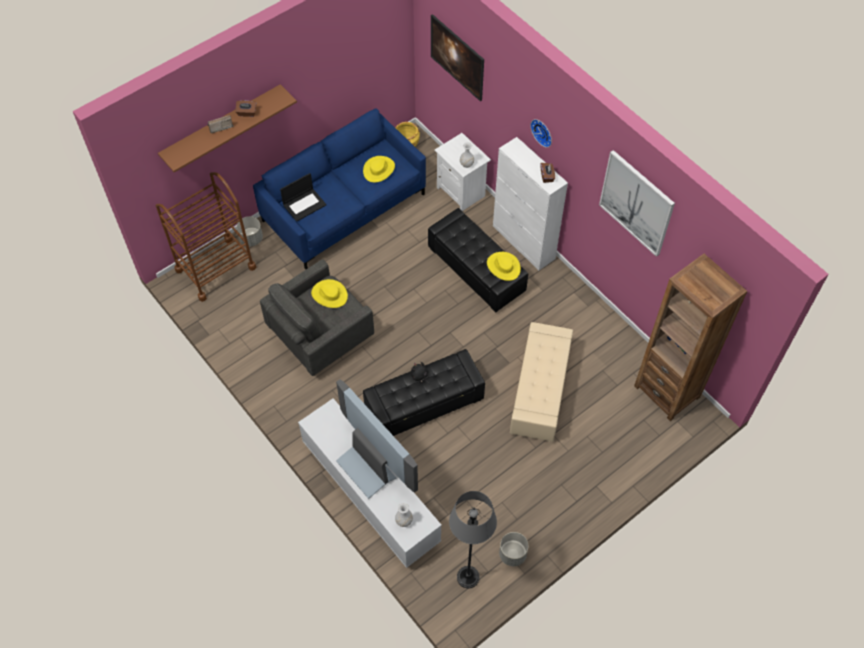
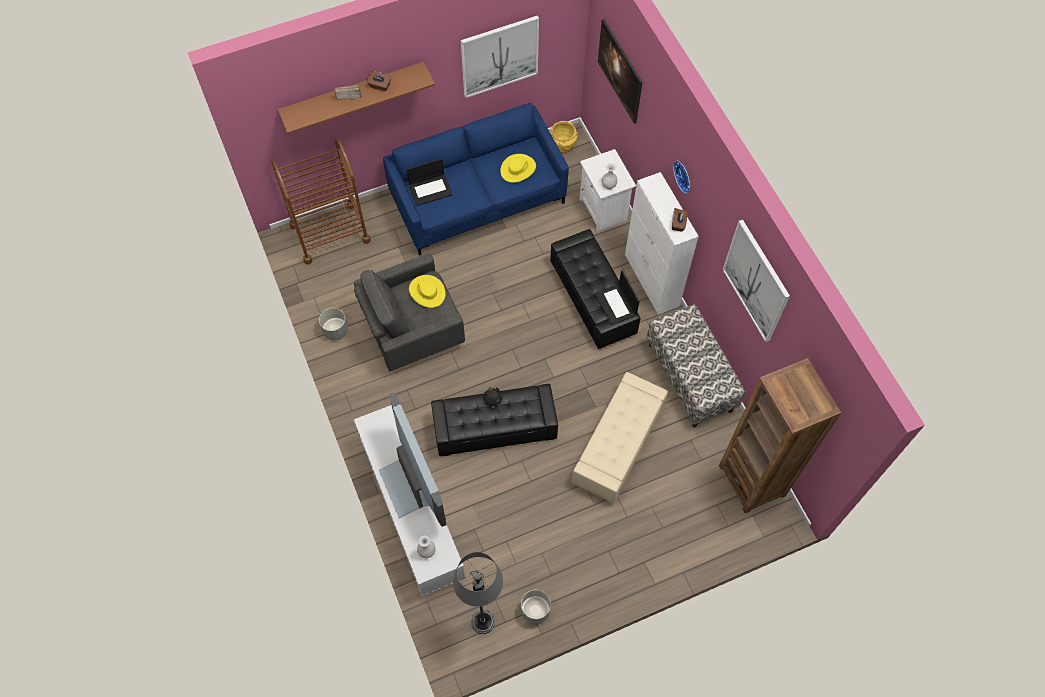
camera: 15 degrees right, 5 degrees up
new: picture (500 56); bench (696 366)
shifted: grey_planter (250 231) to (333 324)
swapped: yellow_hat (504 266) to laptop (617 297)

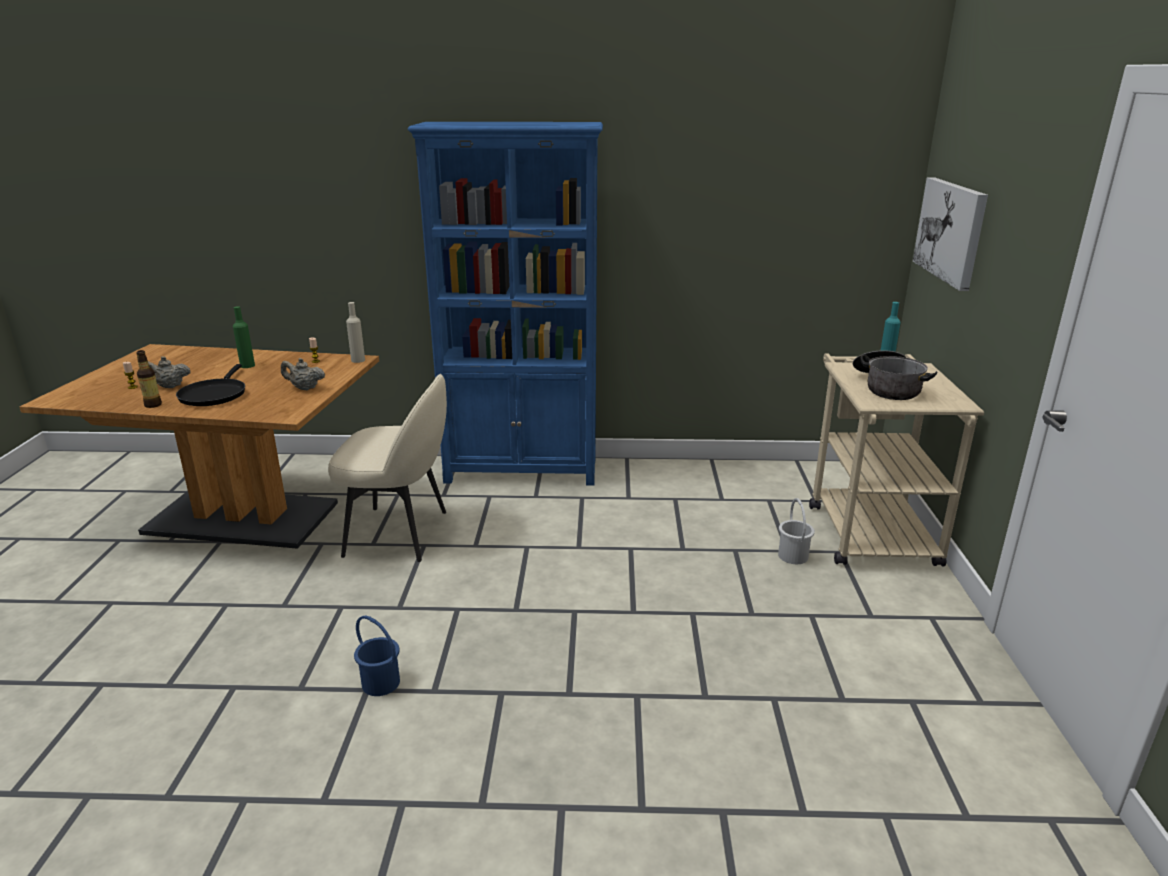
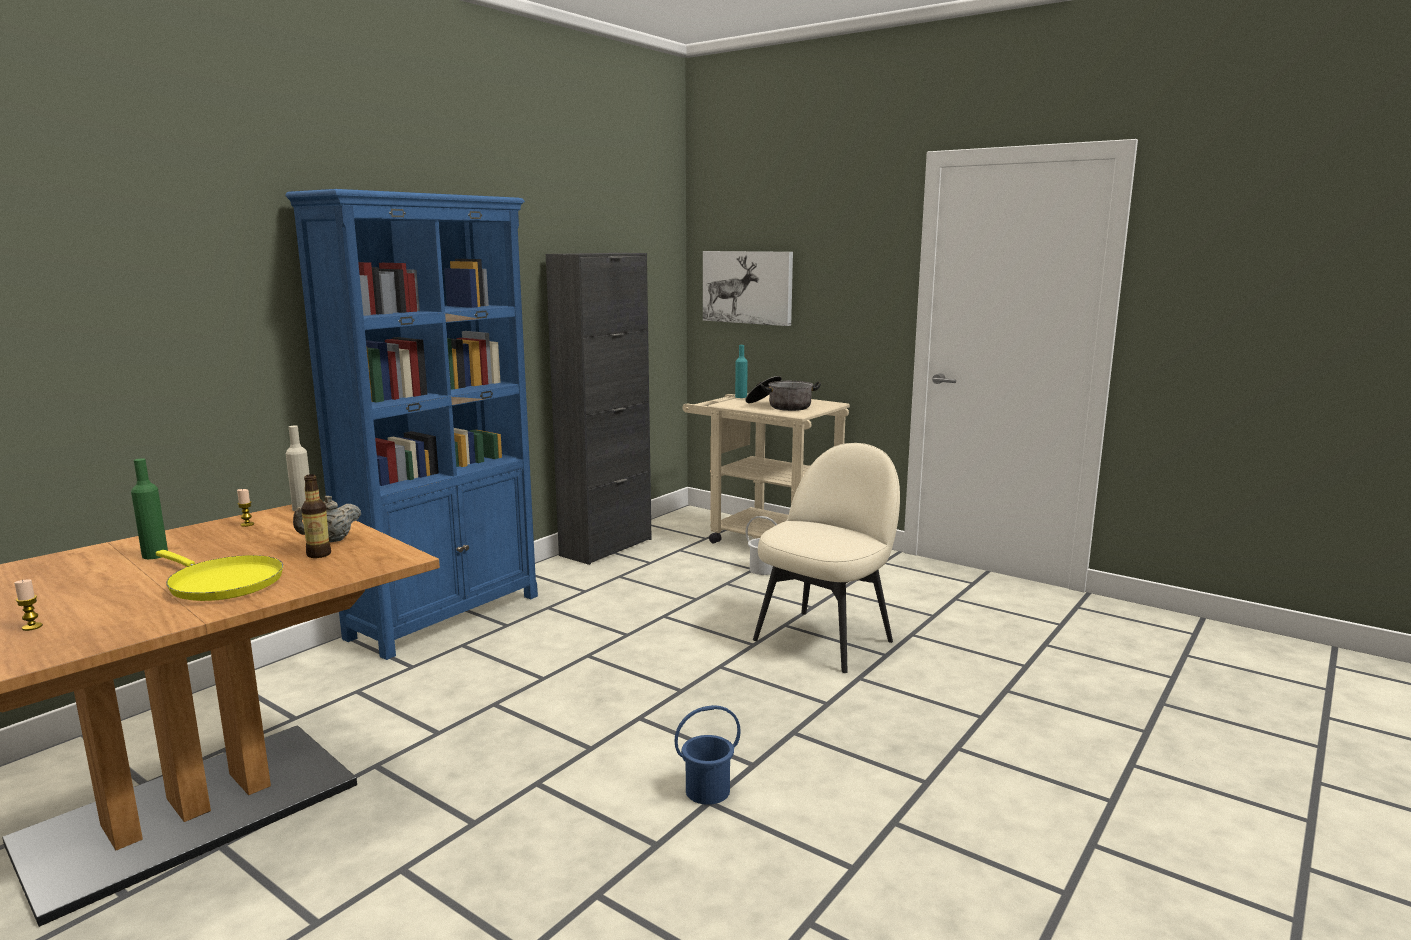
camera: 55 degrees left, 10 degrees down
gone: beige_teapot (169 372)
new: black_cabinet (599 409)
shifted: bottle (149 379) to (316 516); beige_chair (387 468) to (826 558)
repainted: black_frying_pan (210 385) to yellow_frying_pan (219 575)

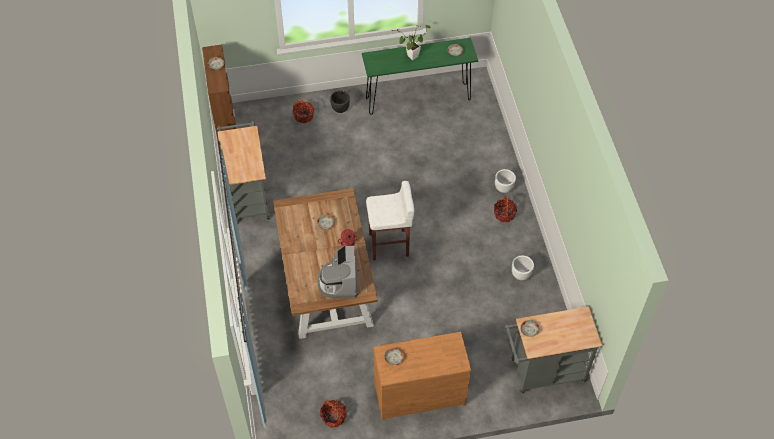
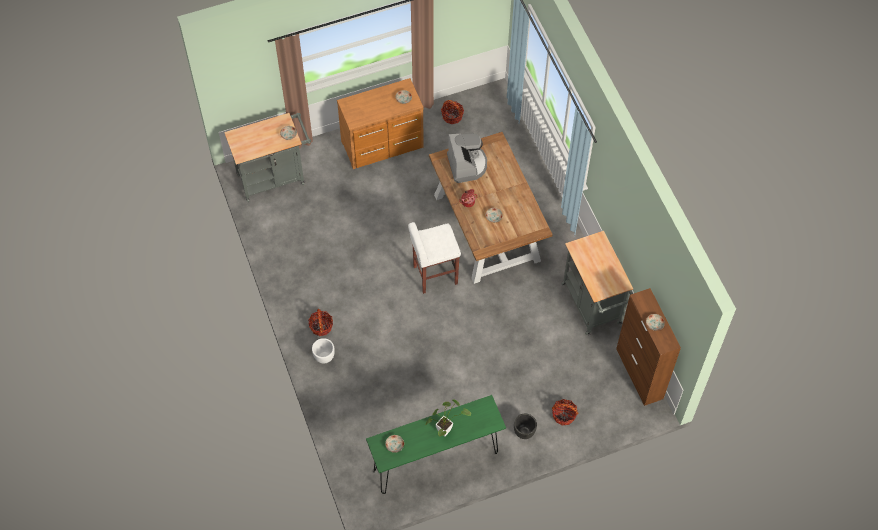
camera: 170 degrees right, 5 degrees up
gone: white_planter (523 268)

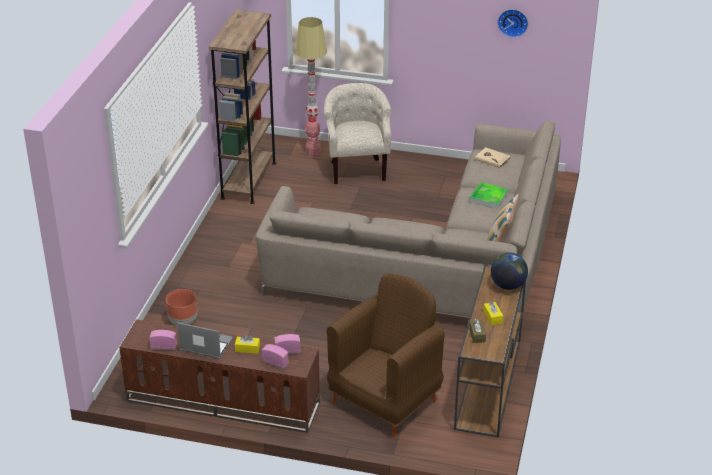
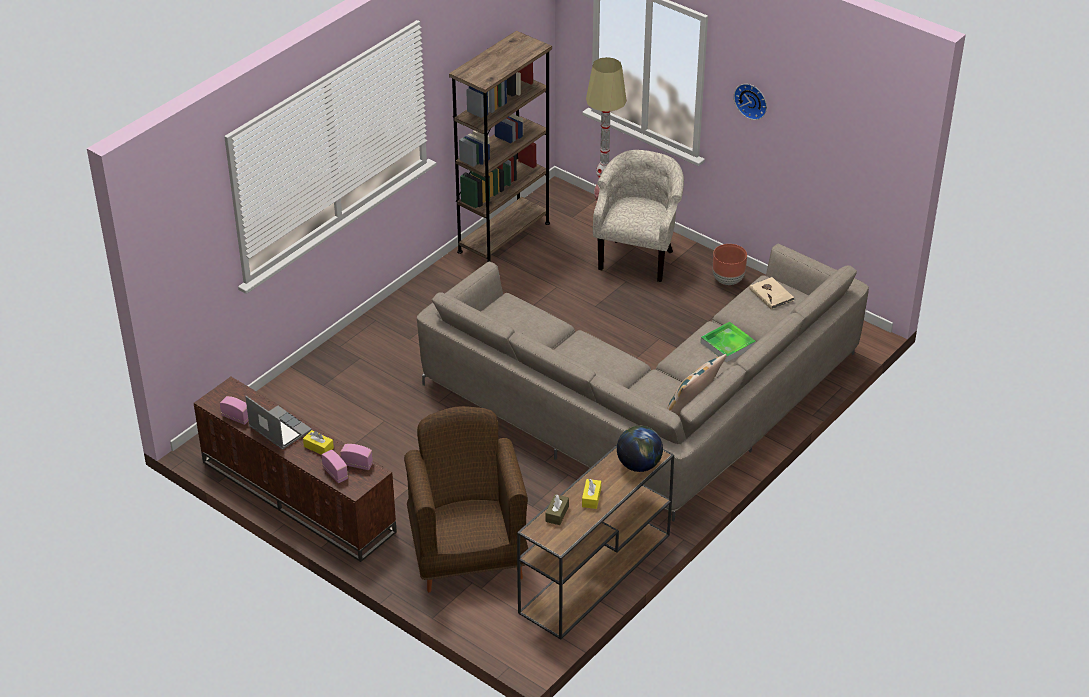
camera: 25 degrees right, 5 degrees up
shifted: brown_planter (181 307) to (730 264); wall_clock (512 23) to (750 102)
rotated: brown_armchair (386 355) = (466 499) 75 degrees counterclockwise

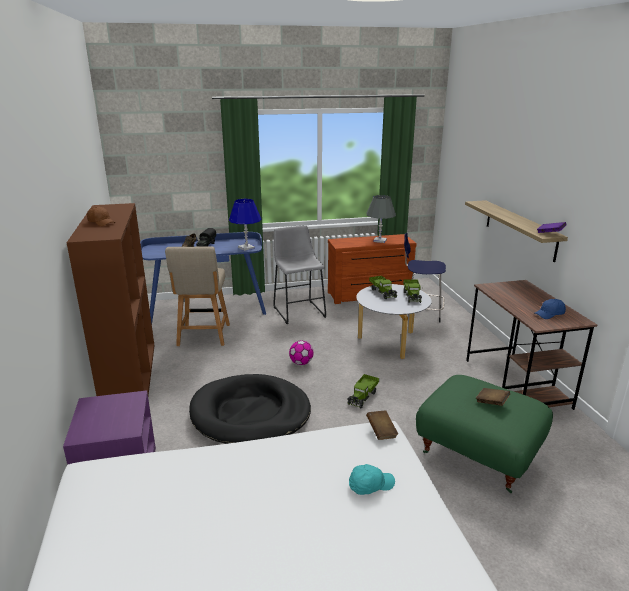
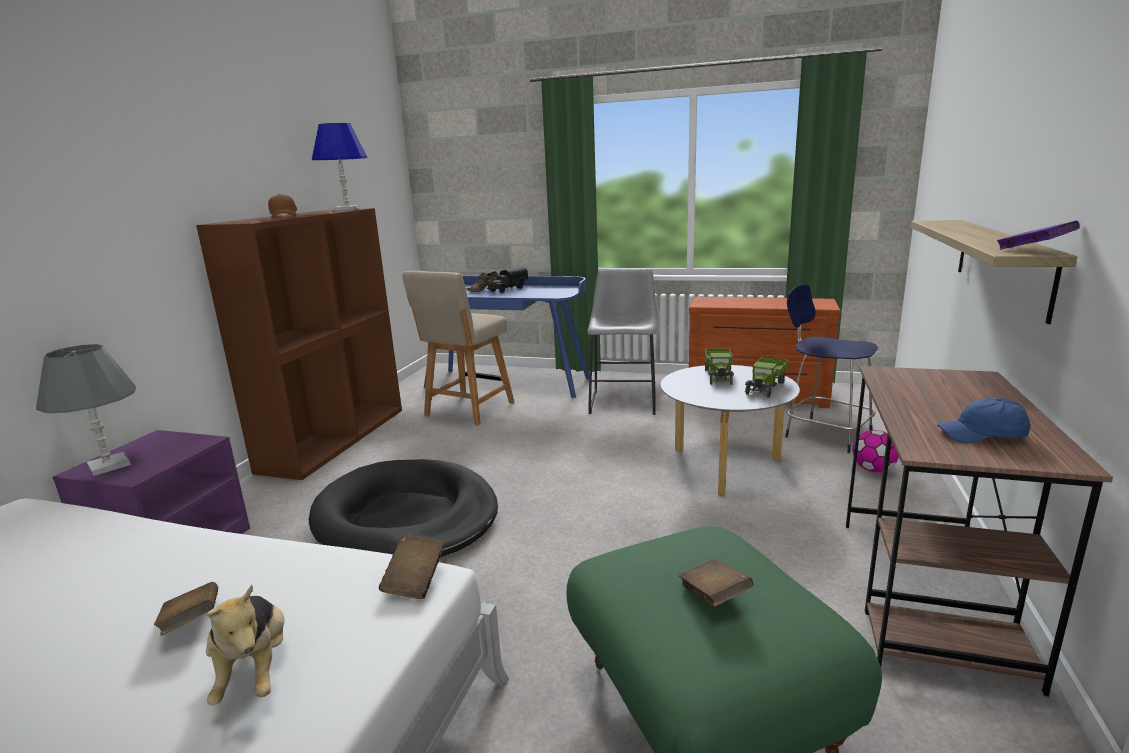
camera: 30 degrees right, 5 degrees down
gone: toy_truck (363 391)
new: brown_book (186 608)
shifted: grey_table_lamp (381 219) to (86 410); blue_table_lamp (245 225) to (339 167); football (301 353) to (875 451)
swapped: turquoise_cap (372 479) to plush_toy (245 645)

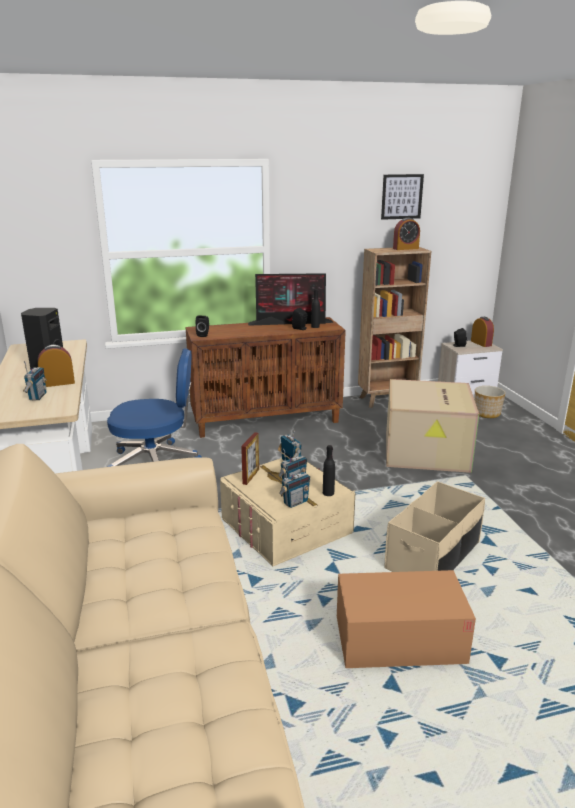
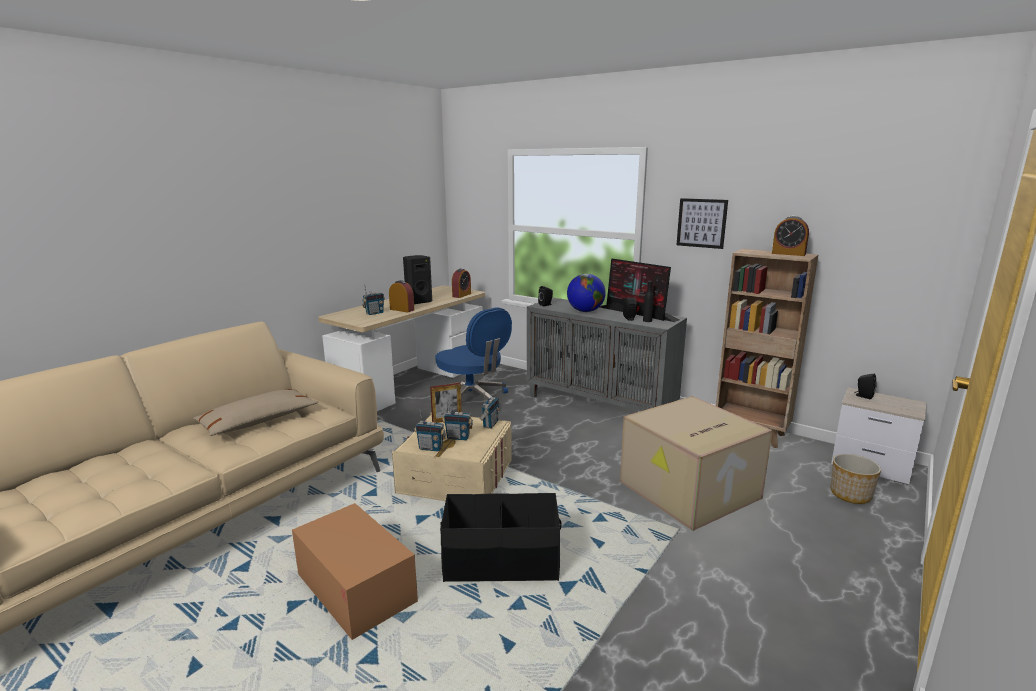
camera: 50 degrees right, 5 degrees down
gone: black_bottle (329 470)
new: beige_pillow (255 412); globe (586 293)
shifted: alarm_clock (482 332) to (461 283); picture (402 197) to (702 223)
repainted: beige_storage_box (434 526) to black_storage_box (501 537); brown_cabinet (266 377) to grey_cabinet (607 354)

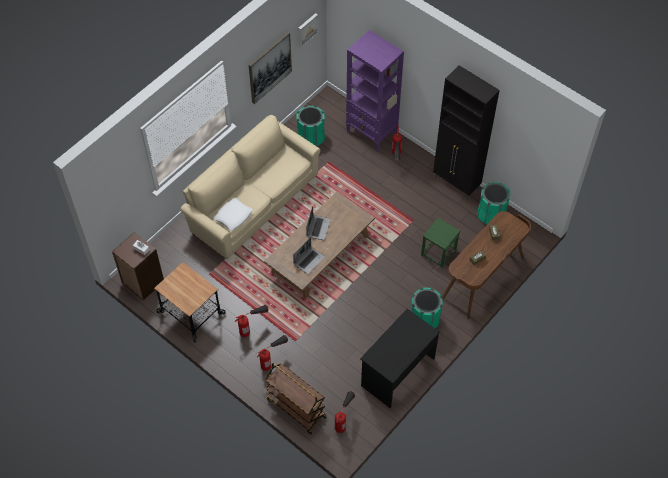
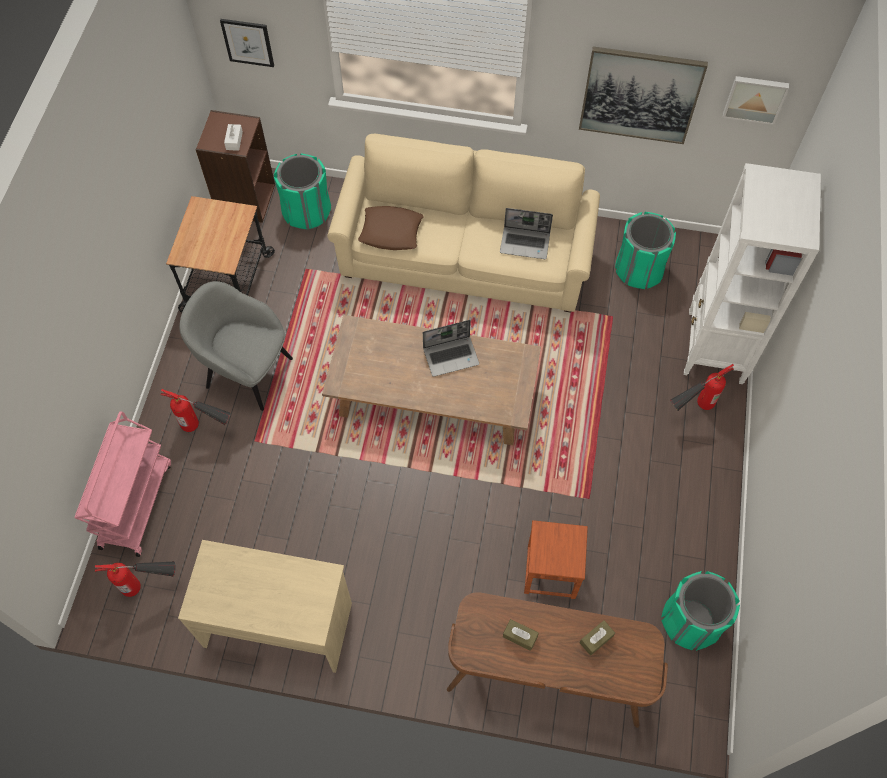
camera: 60 degrees right, 5 degrees up
gone: black_cabinet (466 132)
new: picture (247 43)
shifted: green_trash_can (427 308) to (302 191); laptop (309 255) to (526 233)
swapped: fire_extinguisher (251 321) to grey_armchair (236 346)
repainted: brown_cart (296 398) to pink_cart (123 484); black_desk (399 358) to beige_desk (265 606); white_pillow (233 214) to brown_pillow (391 228); green_stool (440 243) to brown_stool (556 559); purple_bookcase (375 91) to white_bookcase (752 273)

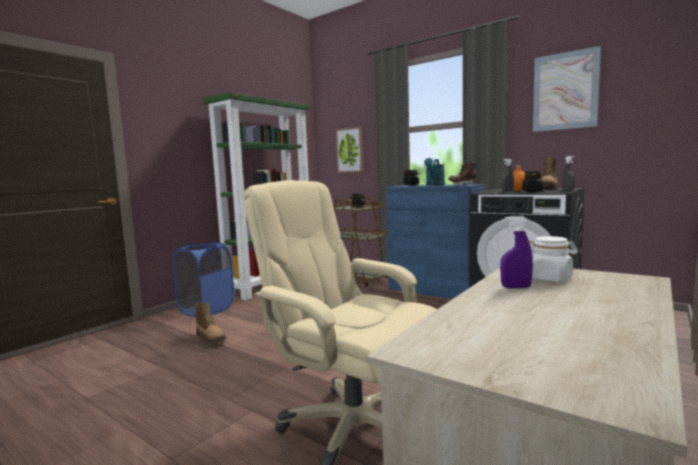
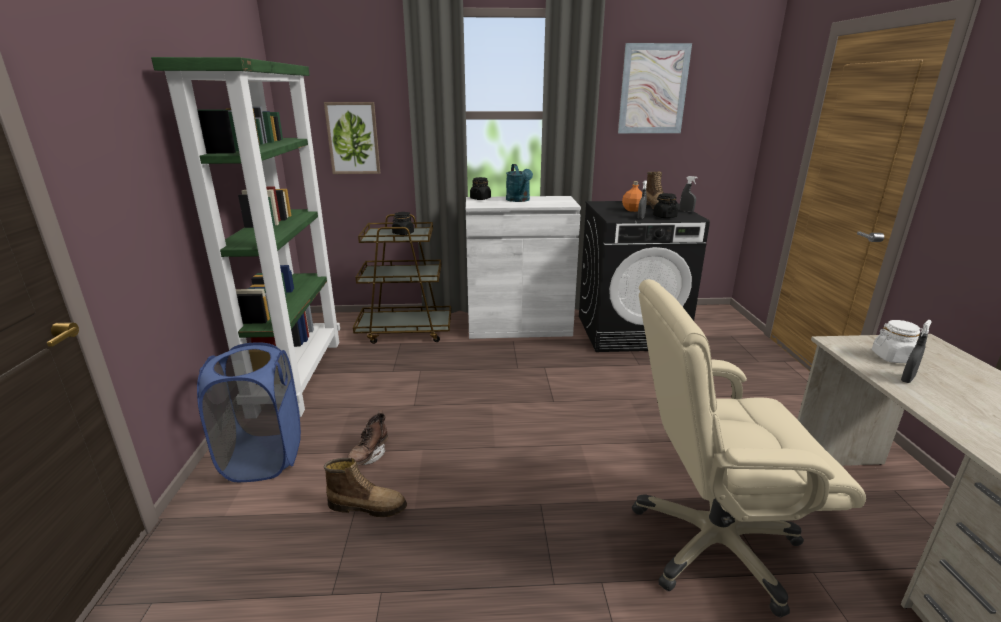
camera: 40 degrees left, 15 degrees up
shifted: brown_boot (463 173) to (367 437)
repainted: blue_cabinet (435 241) to white_cabinet (523 267); purple_spray_bottle (516 252) to grey_spray_bottle (916 351)

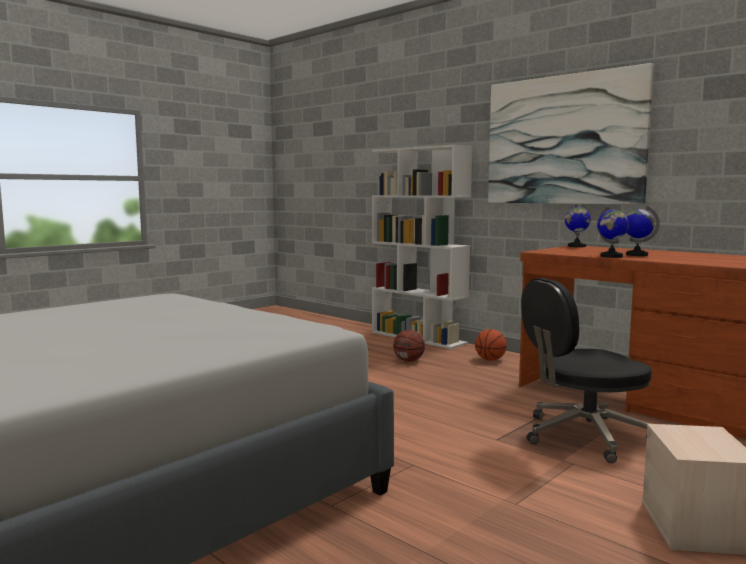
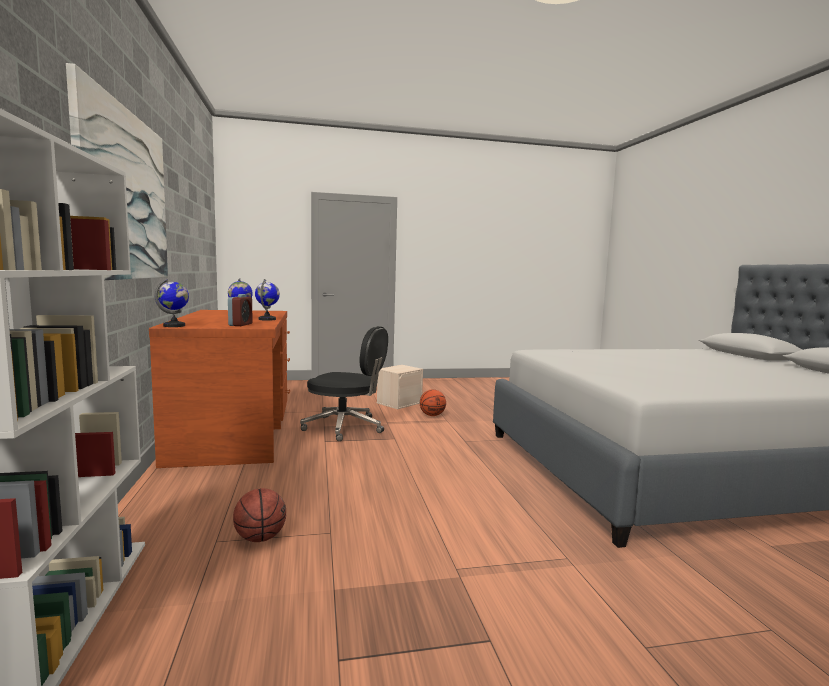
camera: 145 degrees left, 0 degrees up
new: alarm_clock (240 310)
shifted: basketball (491 345) to (433 402)

